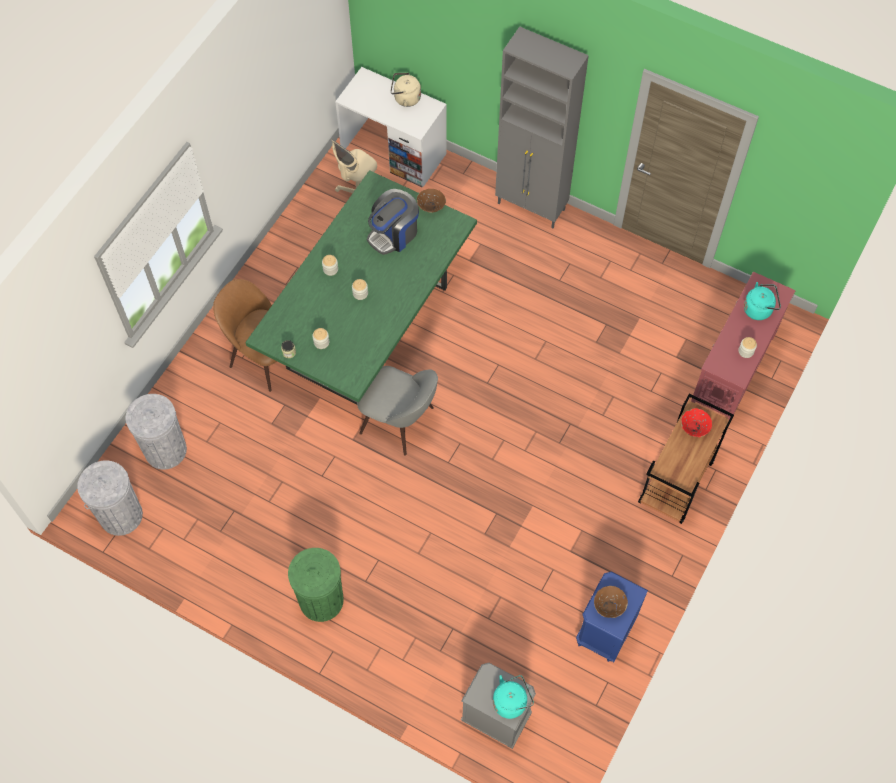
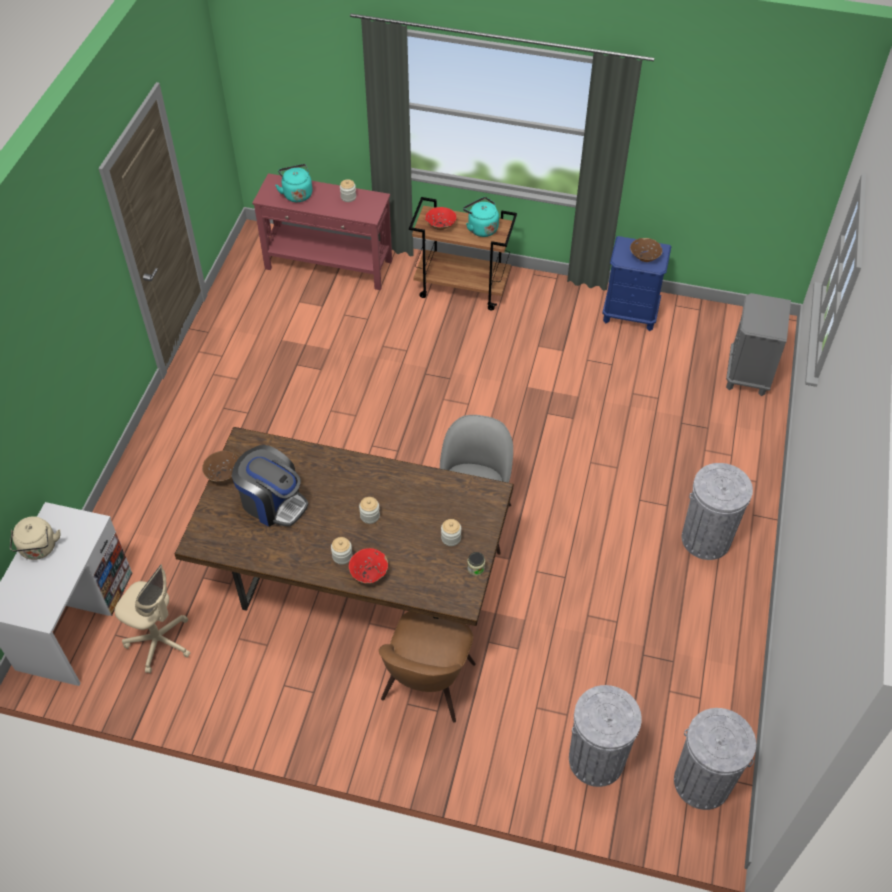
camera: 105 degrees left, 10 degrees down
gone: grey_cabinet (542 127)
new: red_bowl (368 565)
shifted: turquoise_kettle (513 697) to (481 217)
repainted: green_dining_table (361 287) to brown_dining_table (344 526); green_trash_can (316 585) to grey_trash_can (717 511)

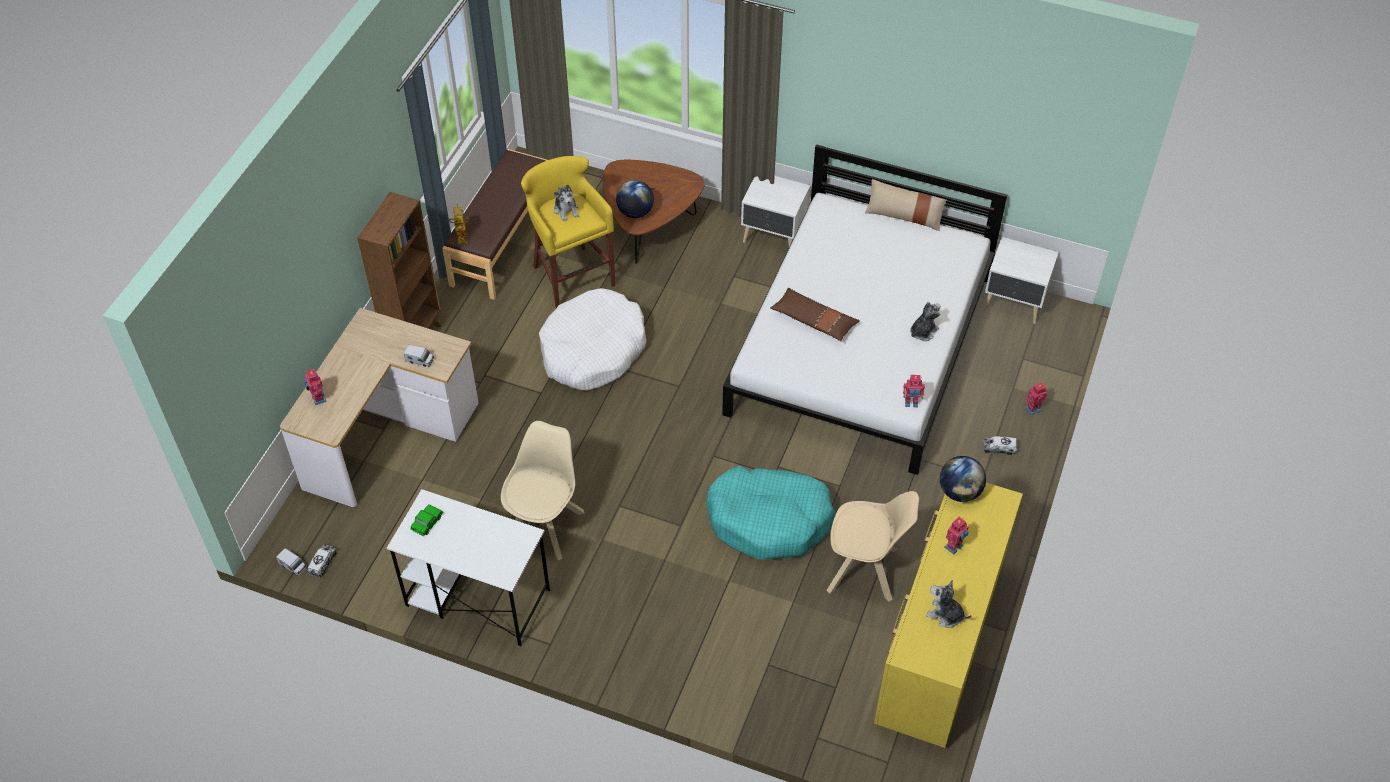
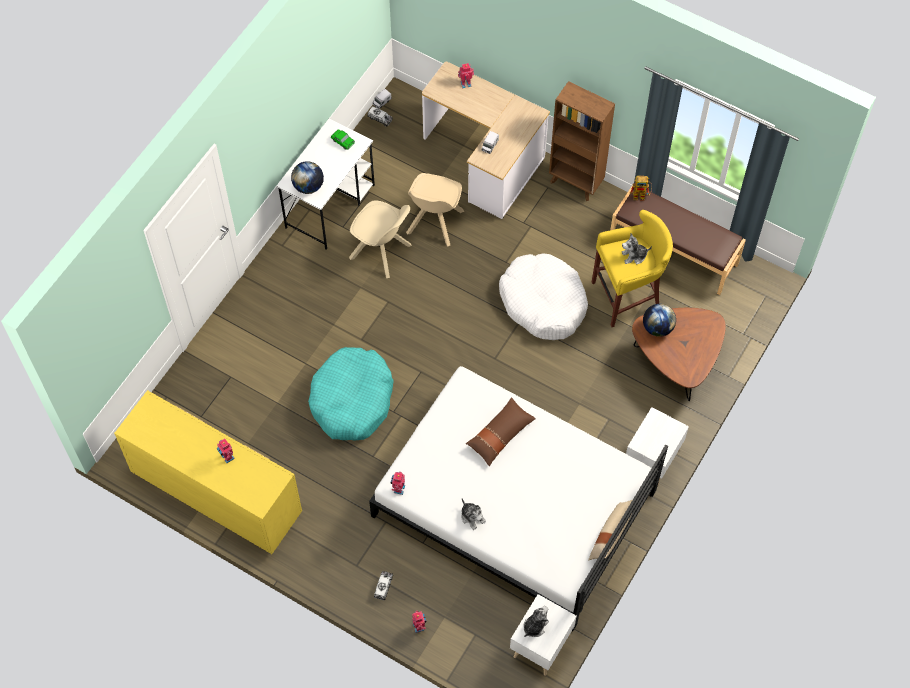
camera: 100 degrees right, 10 degrees up
shifted: globe (963 479) to (307 177); beige_chair (872 546) to (435 210); plush_toy (948 604) to (536 621)

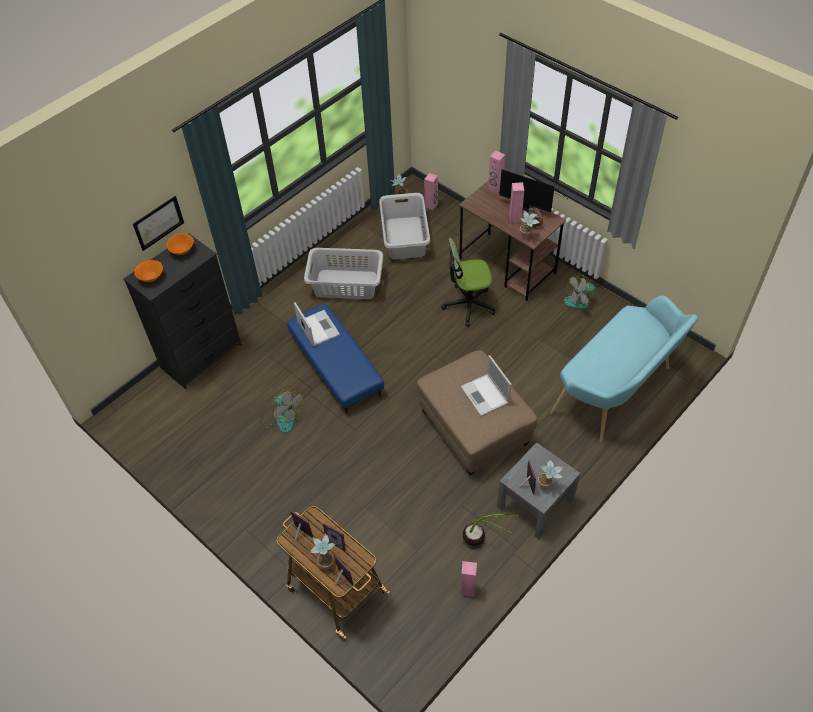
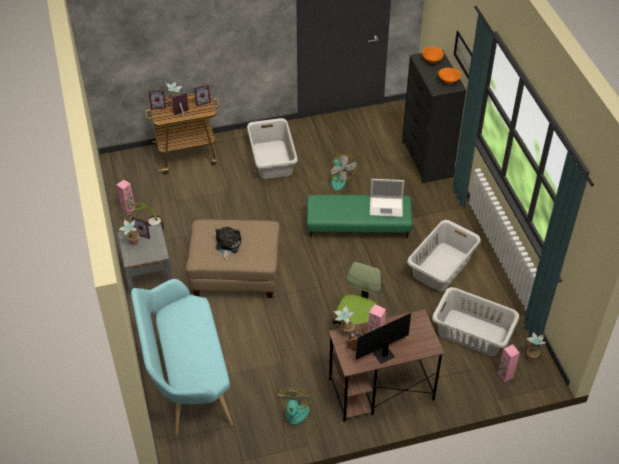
camera: 120 degrees right, 5 degrees down
gone: pink_speaker (496 171)
new: grey_laundry_basket (272 148)
swapped: laptop (486 385) to plush_toy (229 243)
repainted: blue_ottoman (335 358) to green_ottoman (360 216)
rotated: fan (282 410) = (337 172) 105 degrees counterclockwise

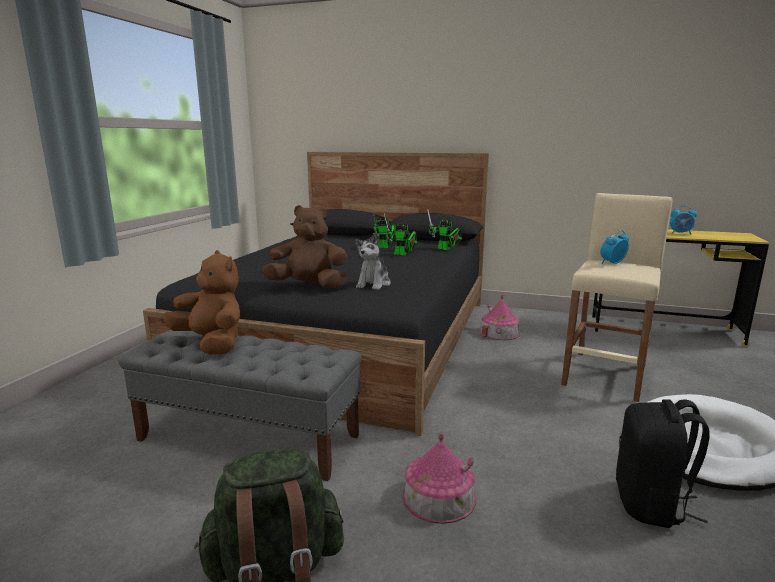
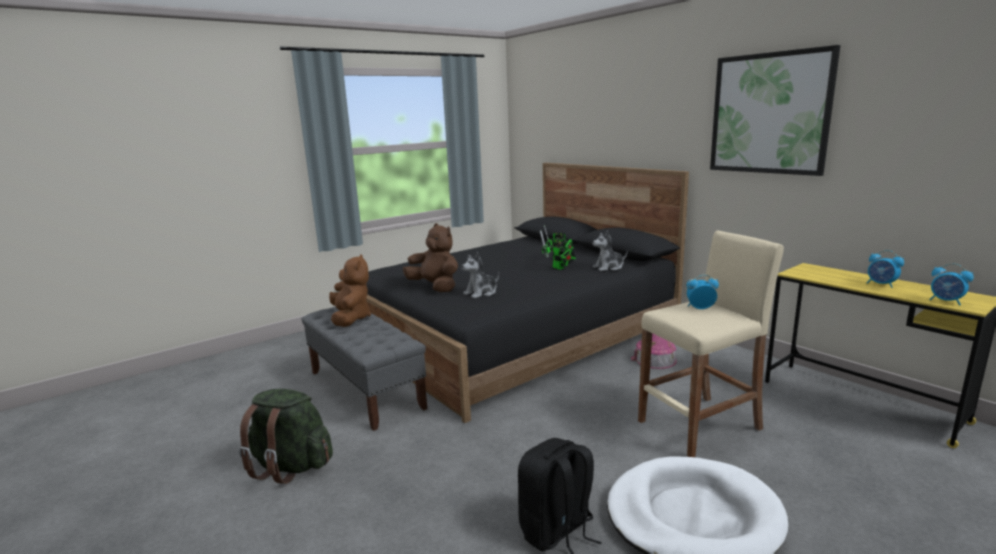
camera: 35 degrees right, 0 degrees up
gone: toy_house (439 478)
new: picture (775 110); alarm_clock (951 284)
swapped: toy_robot (444 229) to plush_toy (610 250)

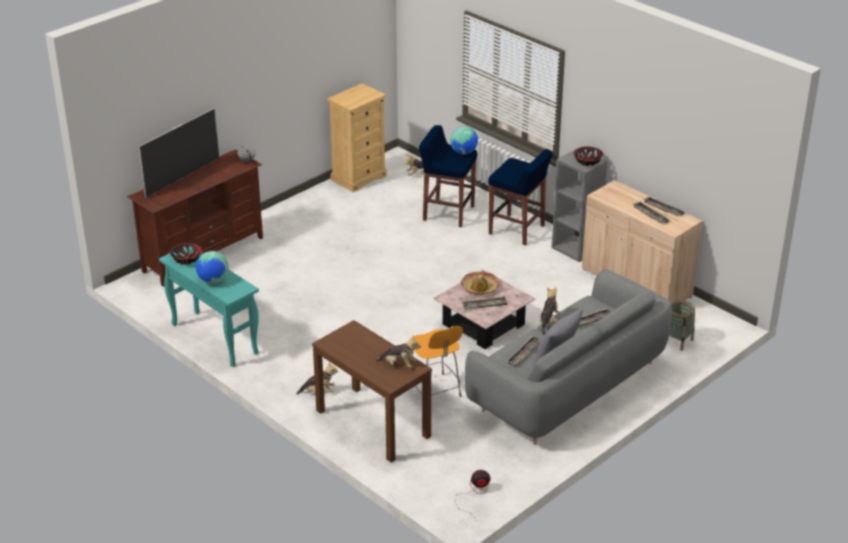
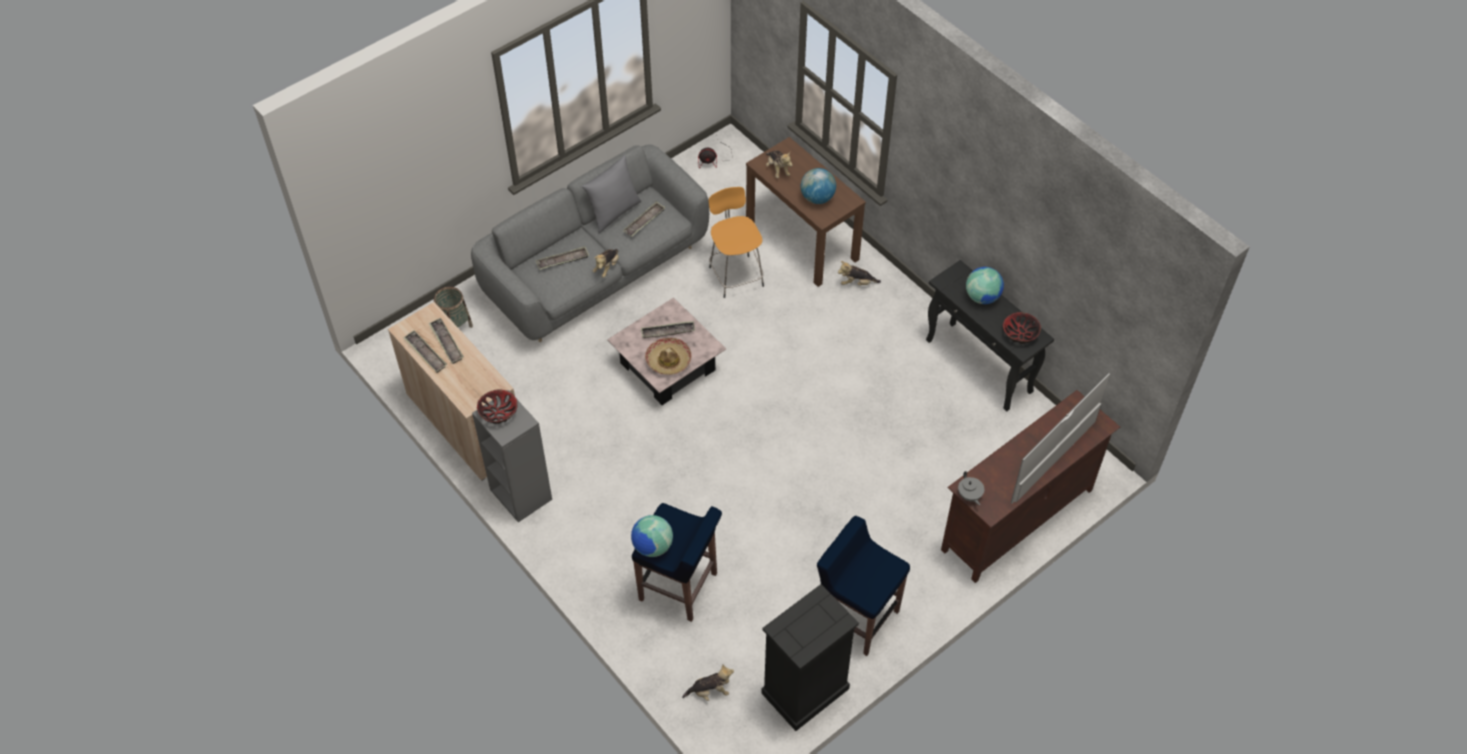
camera: 175 degrees left, 20 degrees up
new: globe (818 186)
shifted: blue_stool (520 197) to (863 586)
repainted: beige_dresser (357 137) to black_dresser (810 657); turquoise_console_table (209 306) to black_console_table (990 335)
rotated: plush_toy (398 352) = (779 164) 135 degrees counterclockwise

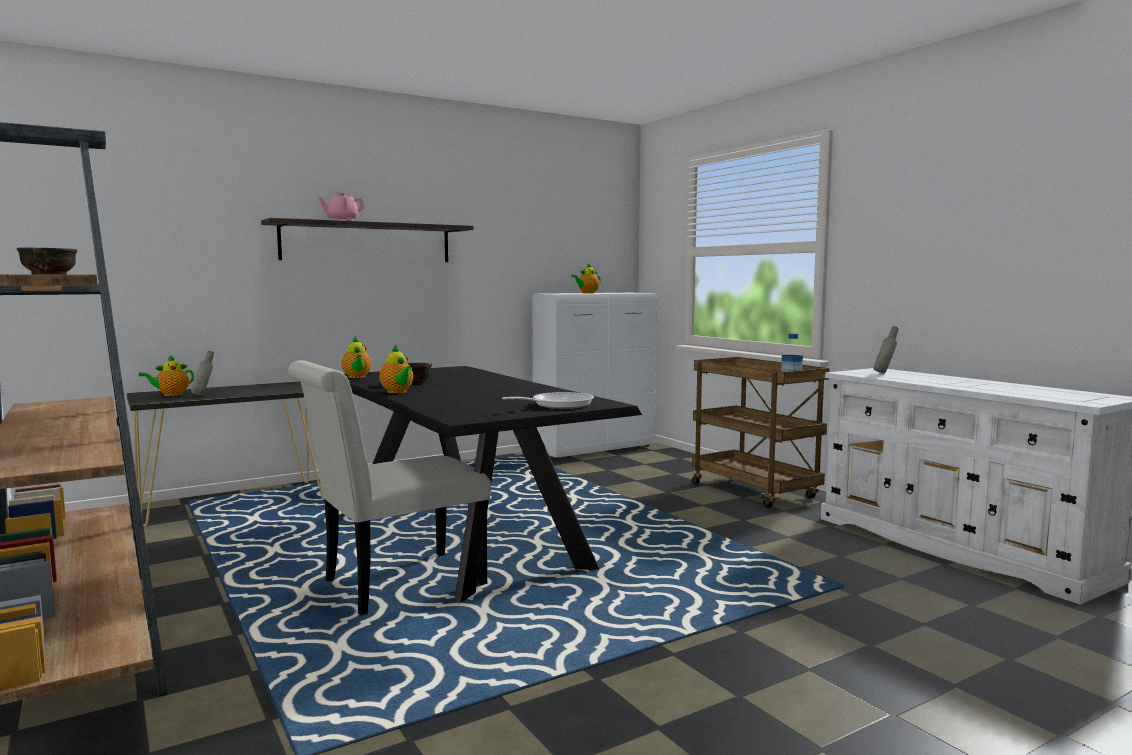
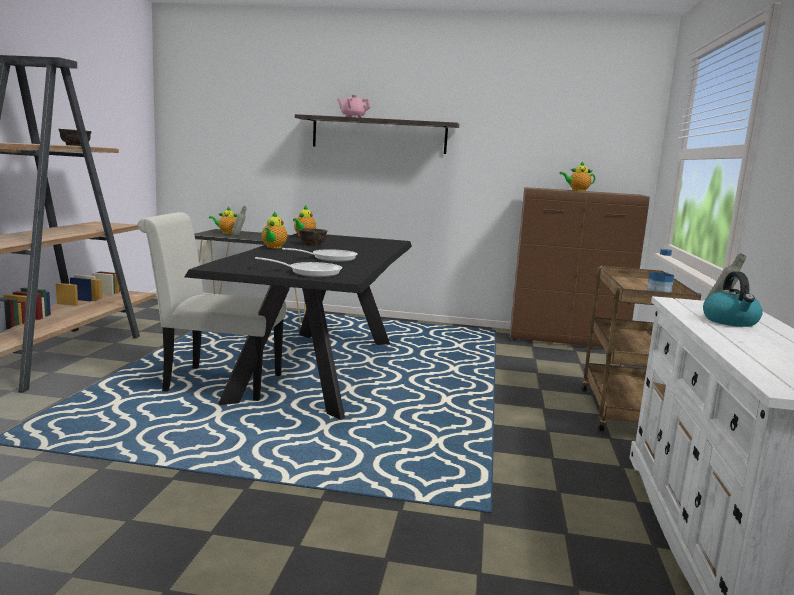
camera: 40 degrees right, 5 degrees up
new: frying_pan (320 255); kettle (733 299)
repainted: white_cabinet (594 376) to brown_cabinet (580 267)

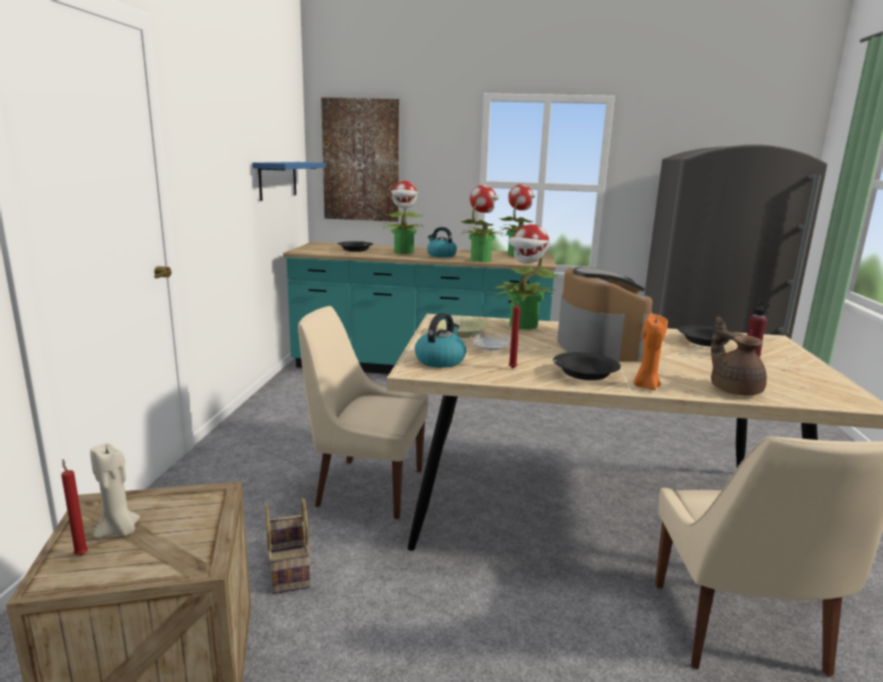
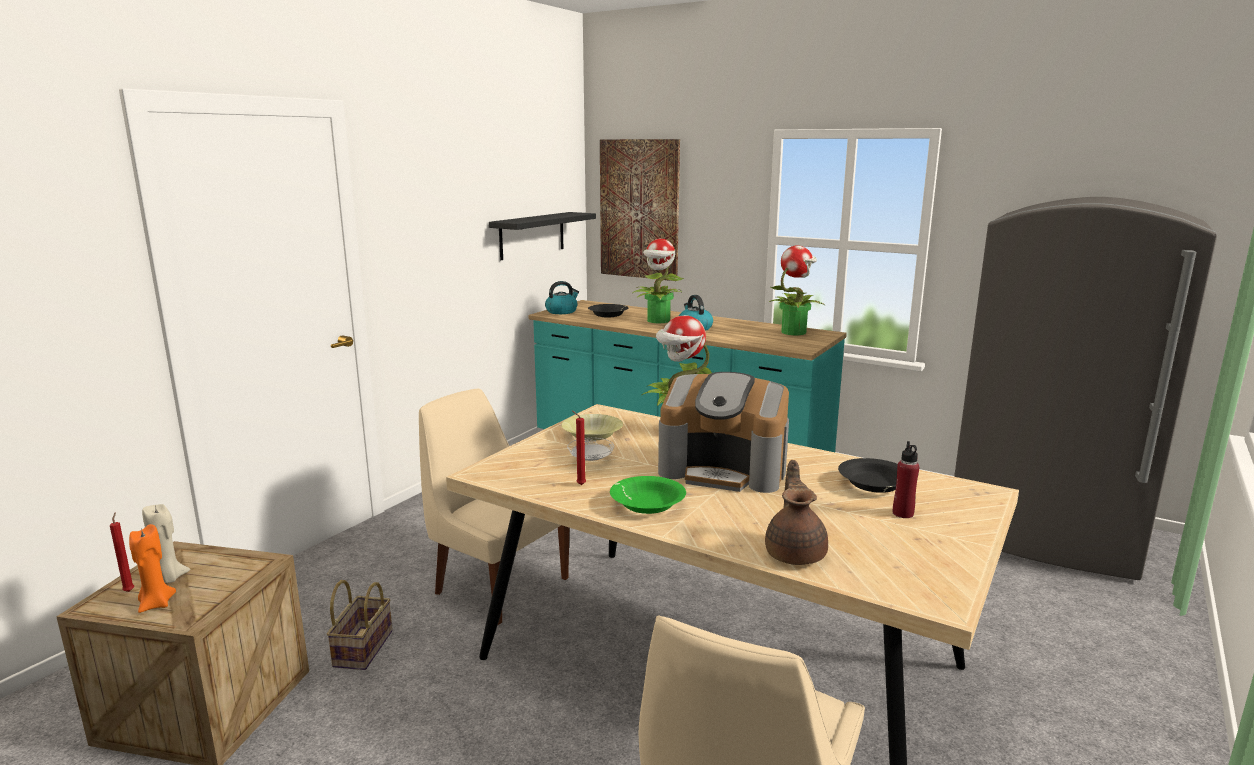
camera: 25 degrees right, 0 degrees up
gone: potted_plant (484 223)
shifted: orange_candle (650 352) to (152 568); kettle (440 340) to (562 297)
repainted: blue_shelf (289 181) to black_shelf (542 236); black_bowl (587 366) to green_bowl (648 495)
rotated: coffee_machine (605 314) = (723 432) 90 degrees clockwise

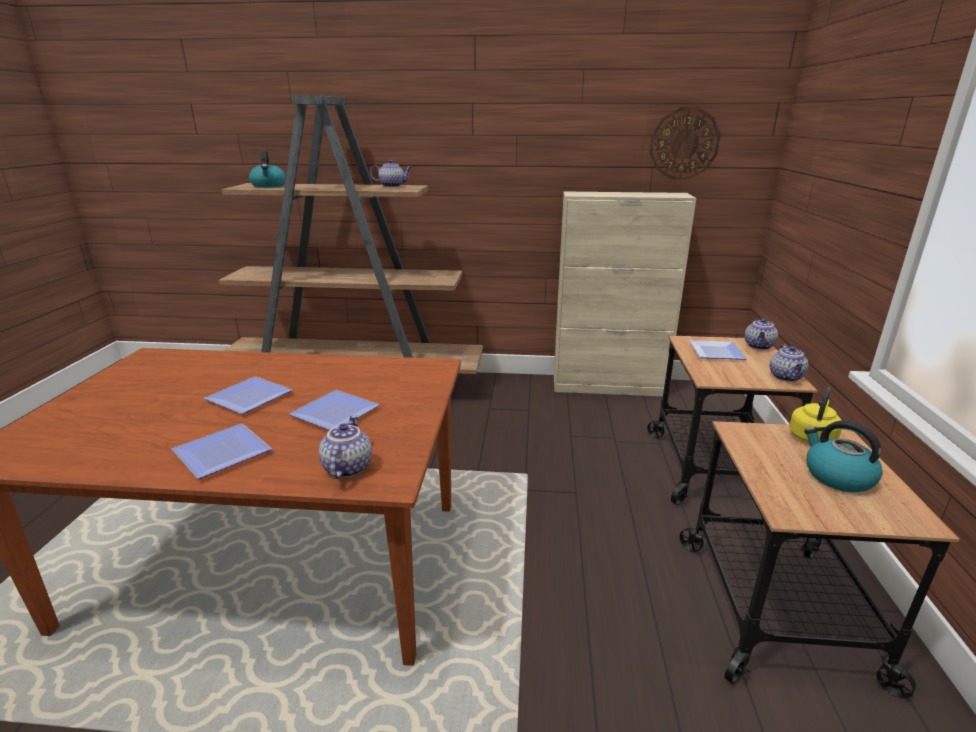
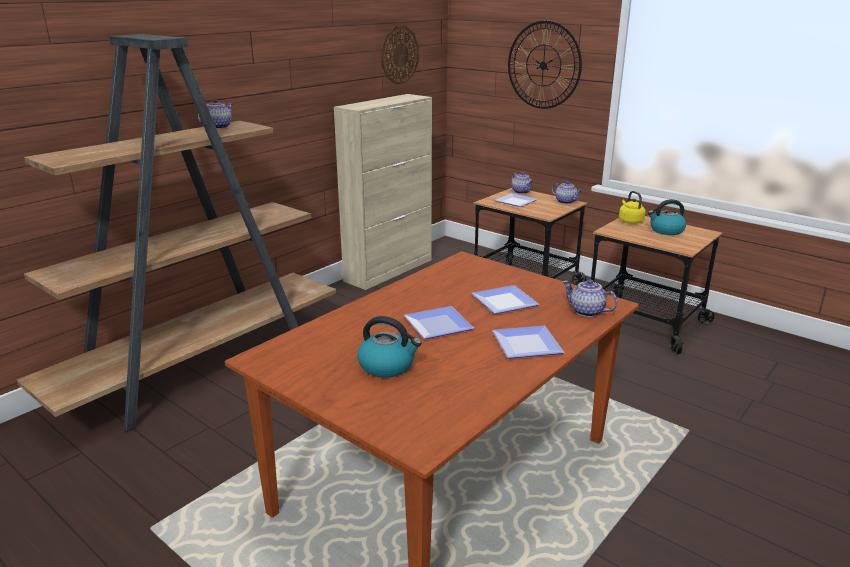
camera: 55 degrees left, 0 degrees up
new: wall_clock (545 65)
shifted: kettle (267 169) to (389 347)

